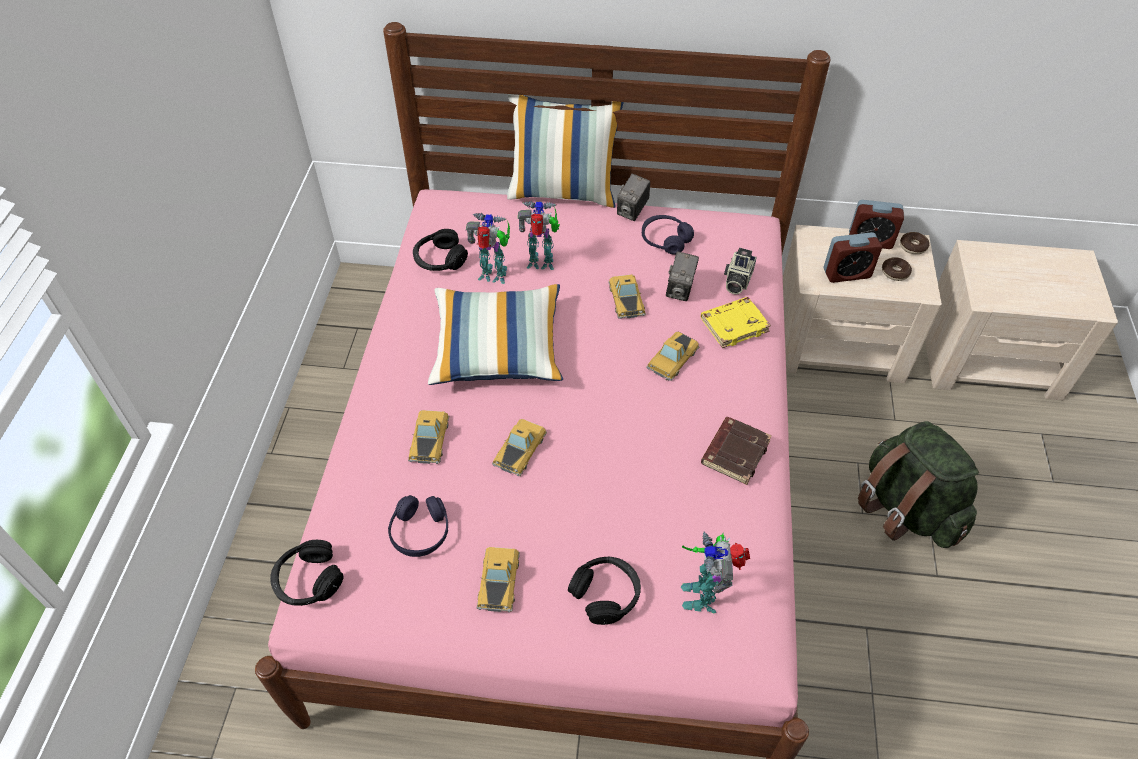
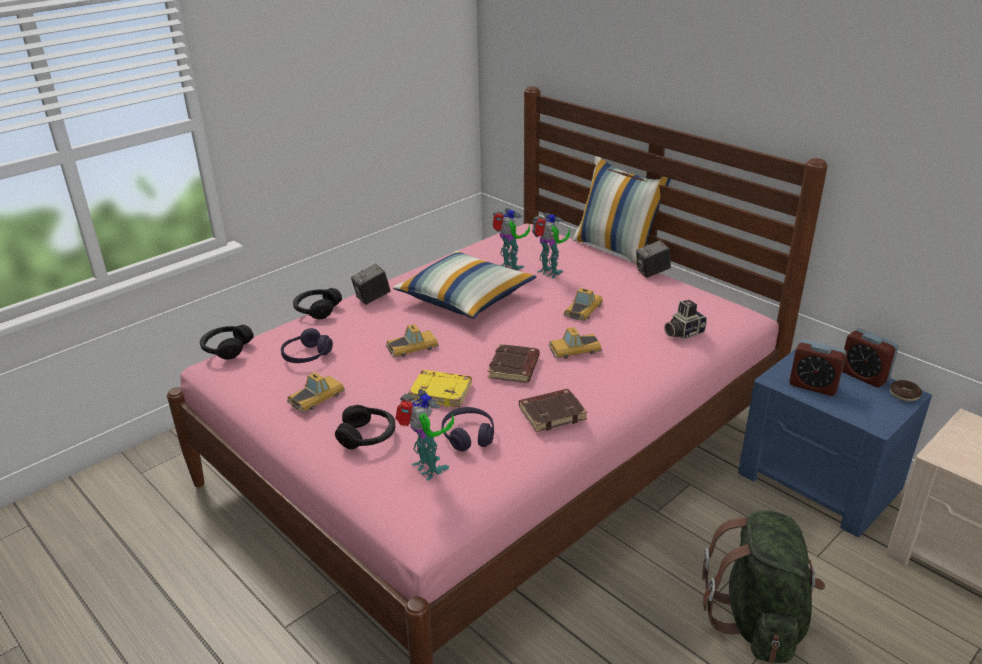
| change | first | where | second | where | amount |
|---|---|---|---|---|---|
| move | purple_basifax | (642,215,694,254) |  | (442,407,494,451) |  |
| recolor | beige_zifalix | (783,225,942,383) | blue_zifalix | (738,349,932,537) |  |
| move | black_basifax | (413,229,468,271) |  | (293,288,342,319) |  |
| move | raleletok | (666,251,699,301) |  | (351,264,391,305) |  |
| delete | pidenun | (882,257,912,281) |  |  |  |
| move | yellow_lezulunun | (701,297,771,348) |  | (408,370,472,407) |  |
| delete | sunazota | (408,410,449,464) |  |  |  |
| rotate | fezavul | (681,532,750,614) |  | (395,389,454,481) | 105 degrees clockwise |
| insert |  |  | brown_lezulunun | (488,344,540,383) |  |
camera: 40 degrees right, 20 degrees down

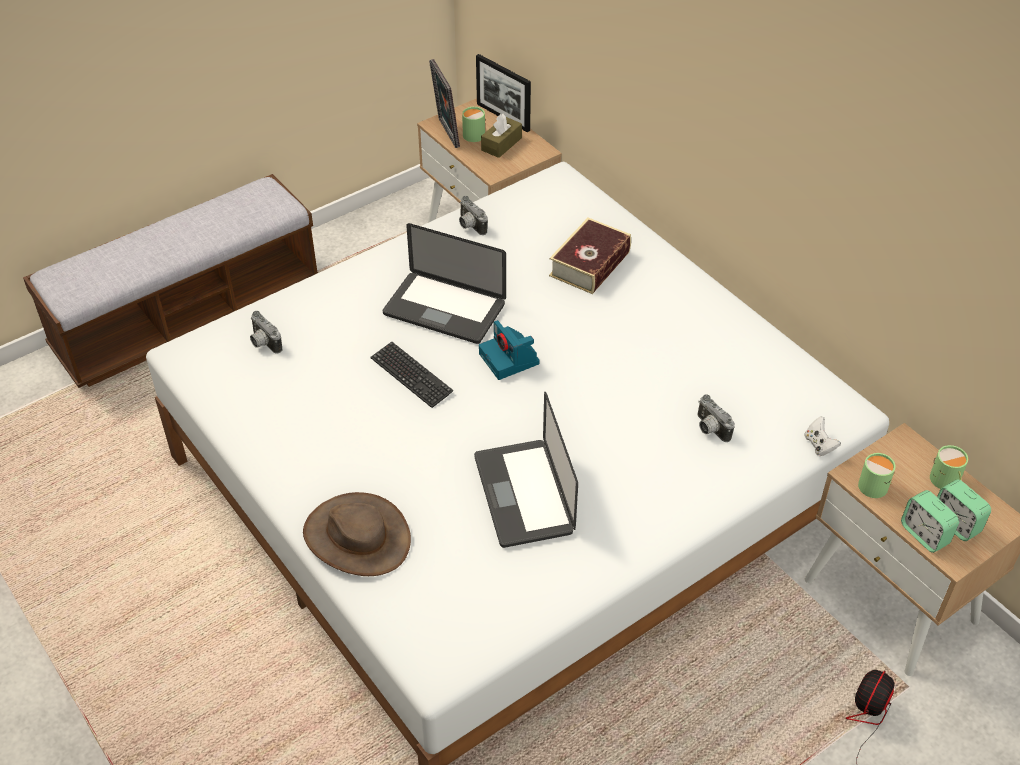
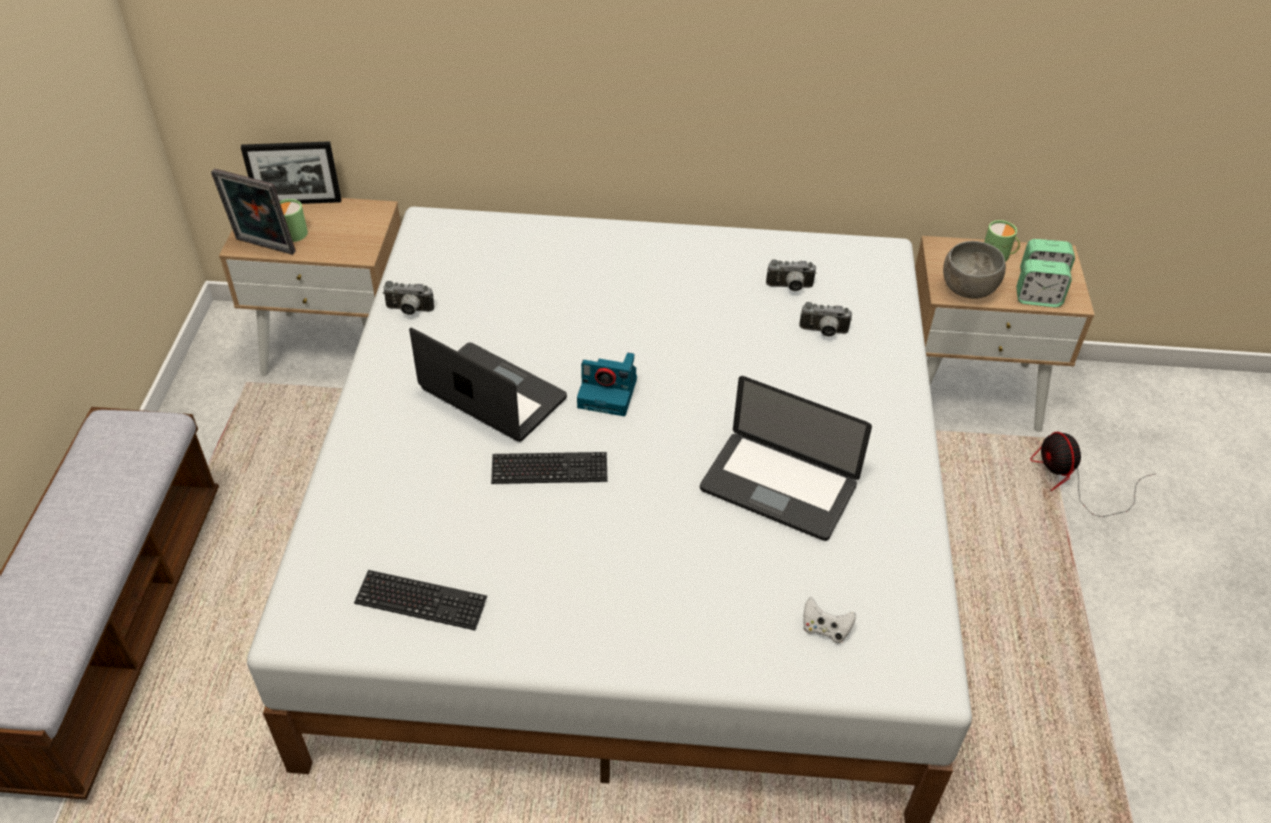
| change | first | where | second | where | amount |
|---|---|---|---|---|---|
| delete | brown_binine | (481,114,522,158) |  |  |  |
| delete | lezulunun | (549,218,631,294) |  |  |  |
| rotate | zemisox | (383,223,506,344) |  | (409,328,567,442) | 120 degrees counterclockwise |
| move | raleletok | (250,311,282,354) |  | (766,259,816,292) |  |
| move | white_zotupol | (805,416,841,456) |  | (803,597,856,643) |  |
| replace | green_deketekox | (858,453,895,498) | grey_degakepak | (943,241,1006,299) |  |
| delete | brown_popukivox | (303,492,411,576) |  |  |  |
| insert |  |  | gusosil | (354,570,487,630) |  |
camera: 50 degrees left, 0 degrees up

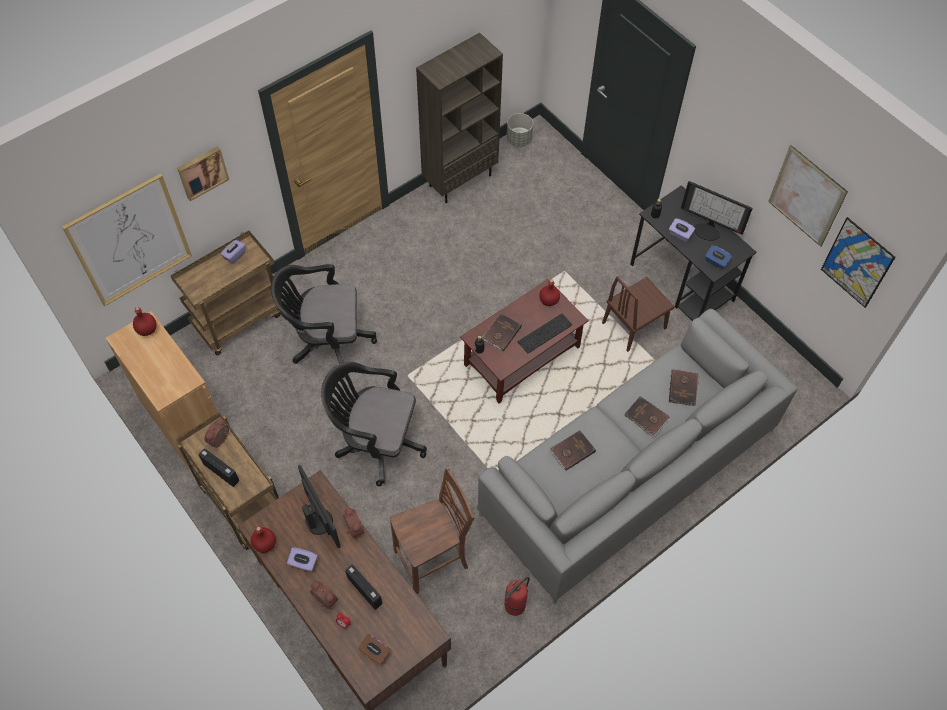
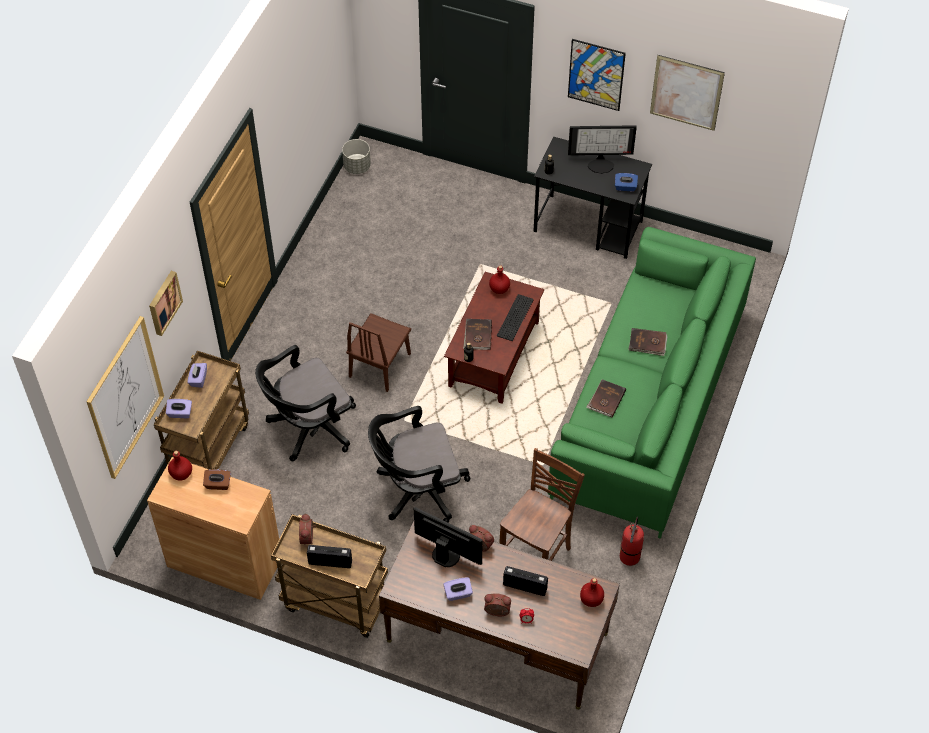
| change | first | where | second | where | amount |
|---|---|---|---|---|---|
| delete | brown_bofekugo | (416,33,503,203) |  |  |  |
| move | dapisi | (821,217,895,308) |  | (568,39,626,111) |  |
| move | purple_binine | (669,218,695,242) |  | (166,399,192,418) |  |
| move | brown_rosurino | (602,276,675,352) |  | (346,313,411,392) |  |
| recolor | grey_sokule | (477,309,798,604) | green_sokule | (547,227,756,539) |  |
| delete | brown_lezulunun | (669,369,700,406) |  |  |  |
| move | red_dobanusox | (251,527,276,553) |  | (580,578,604,607) |  |
| move | brown_binine | (359,634,391,665) |  | (203,469,231,490) |  |
camera: 30 degrees left, 5 degrees down

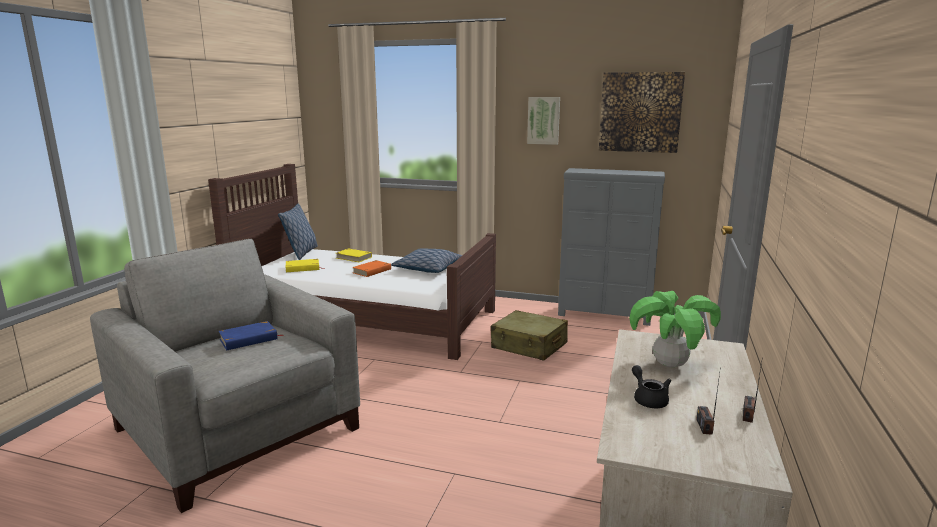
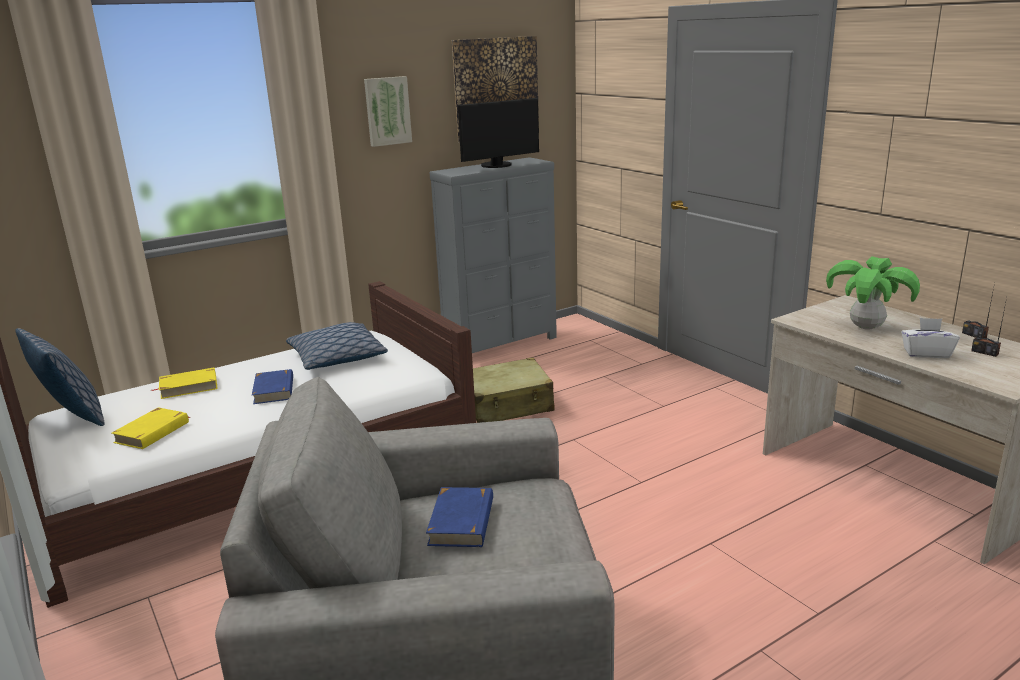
| change | first | where | second | where | amount |
|---|---|---|---|---|---|
| recolor | orange_lezulunun | (352,260,392,277) | blue_lezulunun | (252,369,293,404) |  |
| replace | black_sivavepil | (632,365,671,408) | white_binine | (901,318,960,358) |  |
| insert |  |  | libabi | (458,98,539,168) |  |
camera: 50 degrees left, 5 degrees up

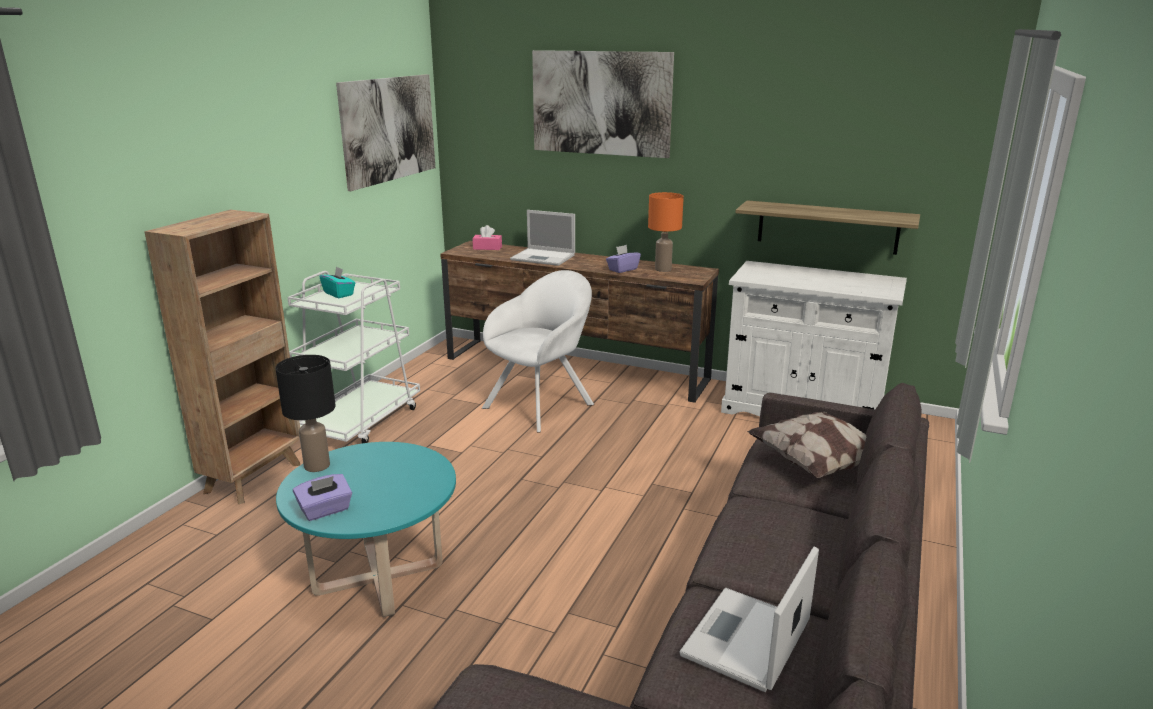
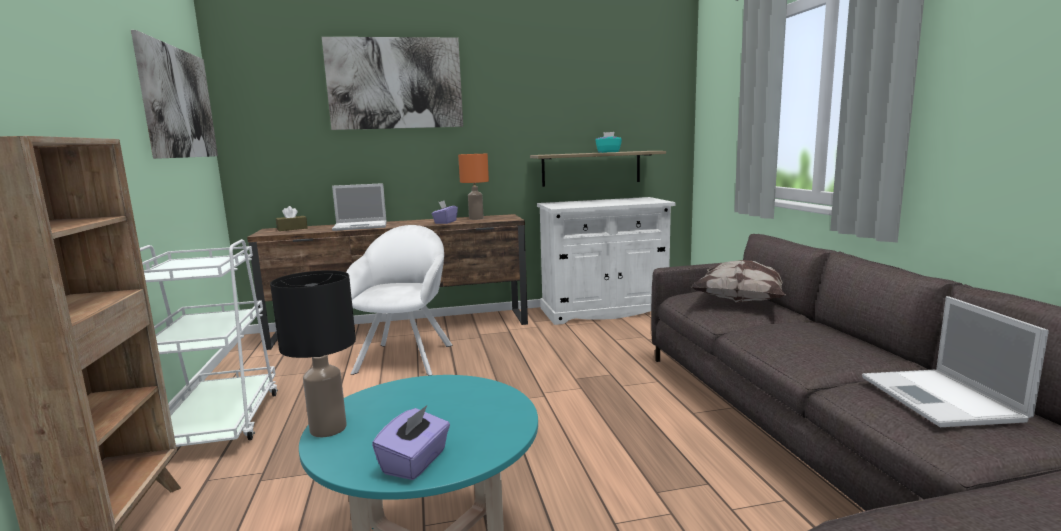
| change | first | where | second | where | amount |
|---|---|---|---|---|---|
| recolor | pink_binine | (472,225,502,250) | brown_binine | (276,206,307,231) |  |
| move | turquoise_binine | (320,266,355,298) |  | (595,132,622,153) |  |
camera: 35 degrees left, 10 degrees down

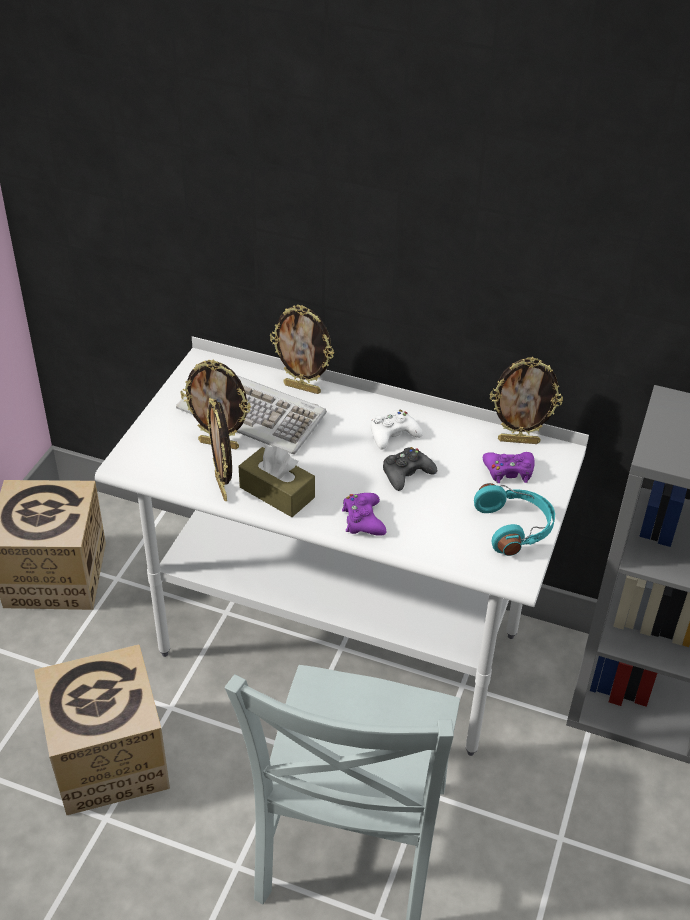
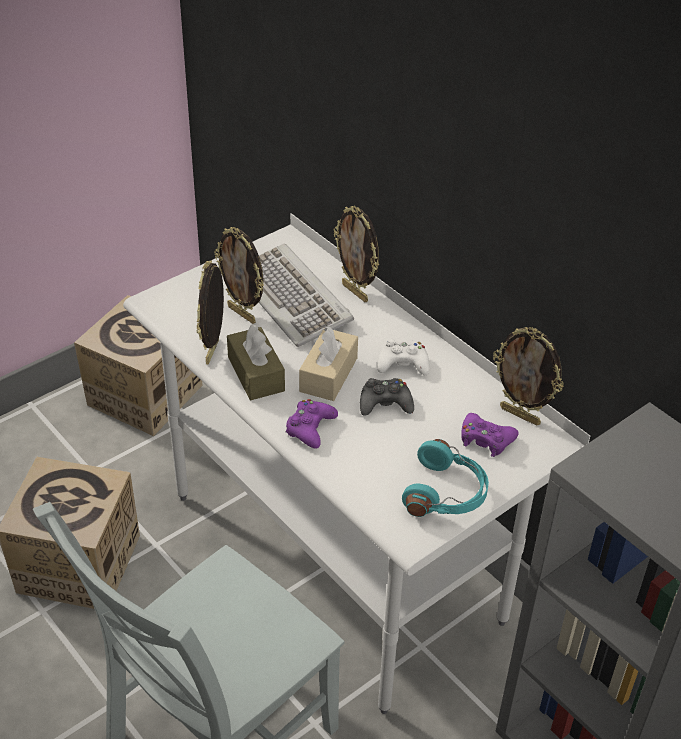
| change | first | where | second | where | amount |
|---|---|---|---|---|---|
| insert |  |  | beige_binine | (299,326,358,401) |  |
camera: 30 degrees right, 0 degrees up

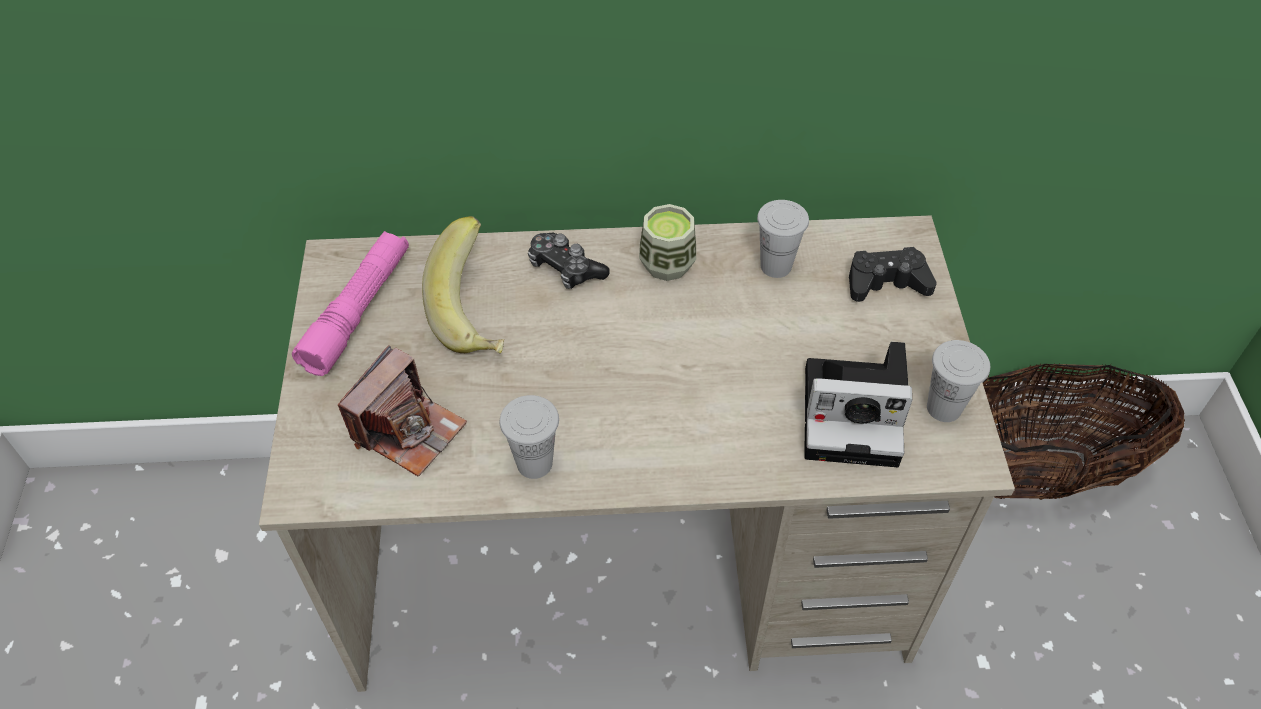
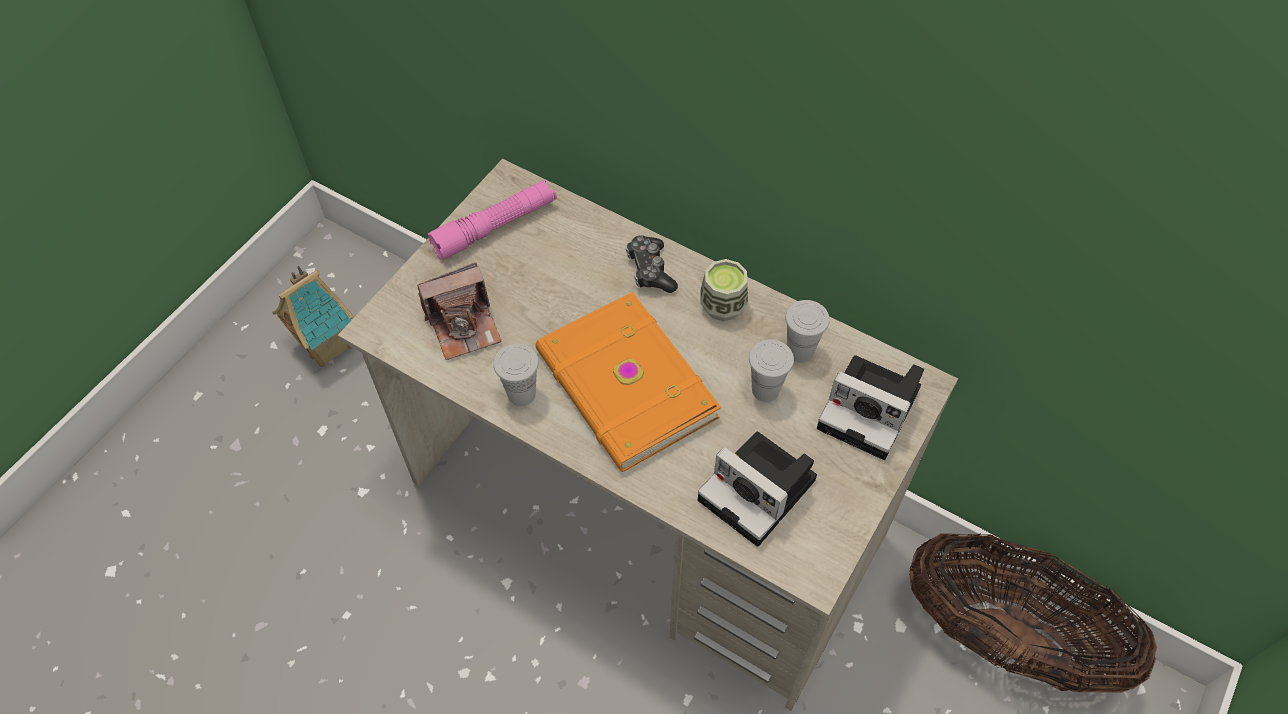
| change | first | where | second | where | amount |
|---|---|---|---|---|---|
| delete | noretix | (422,216,504,353) |  |  |  |
| replace | black_zotupol | (849,247,937,302) | raleletok | (817,355,924,460) |  |
| move | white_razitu | (927,340,990,422) |  | (749,339,794,402) |  |
| insert |  |  | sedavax | (272,266,354,367) |  |
| insert |  |  | orange_lezulunun | (536,292,721,472) |  |
camera: 35 degrees right, 5 degrees up

